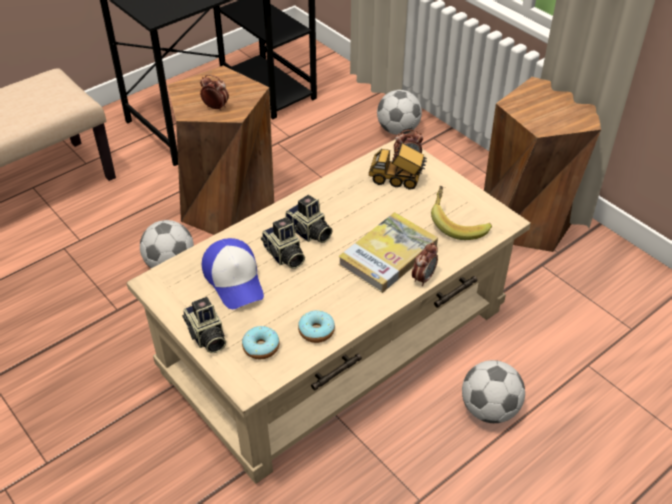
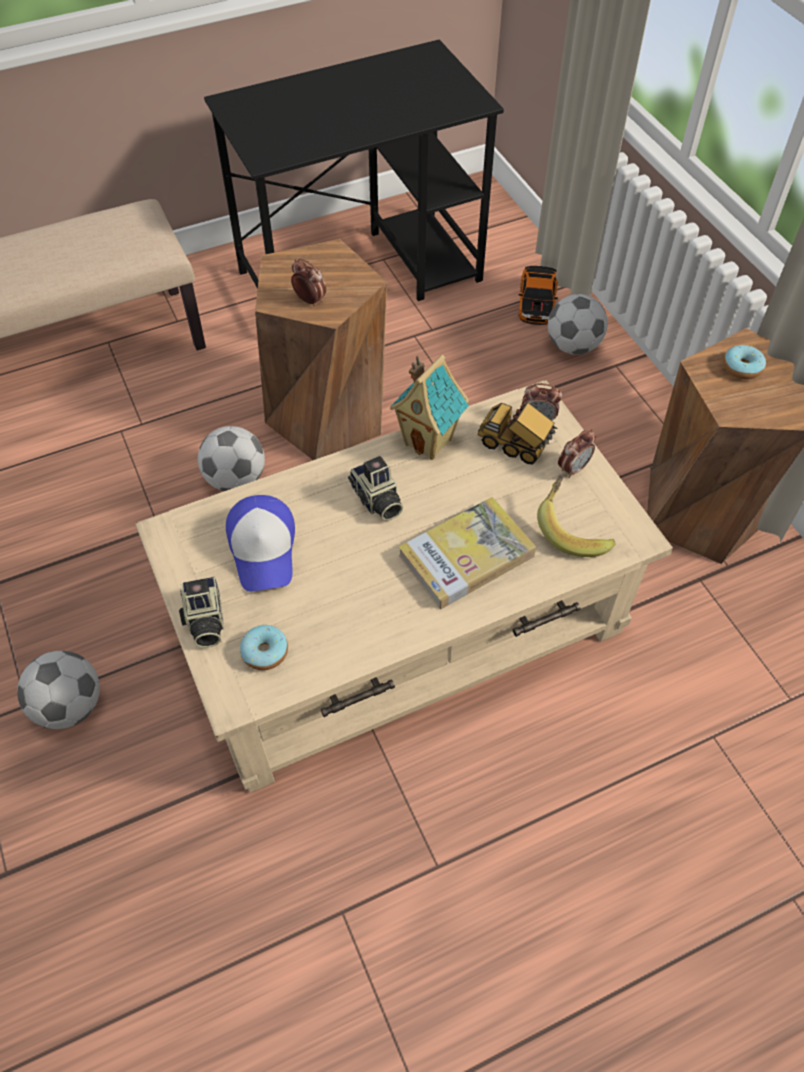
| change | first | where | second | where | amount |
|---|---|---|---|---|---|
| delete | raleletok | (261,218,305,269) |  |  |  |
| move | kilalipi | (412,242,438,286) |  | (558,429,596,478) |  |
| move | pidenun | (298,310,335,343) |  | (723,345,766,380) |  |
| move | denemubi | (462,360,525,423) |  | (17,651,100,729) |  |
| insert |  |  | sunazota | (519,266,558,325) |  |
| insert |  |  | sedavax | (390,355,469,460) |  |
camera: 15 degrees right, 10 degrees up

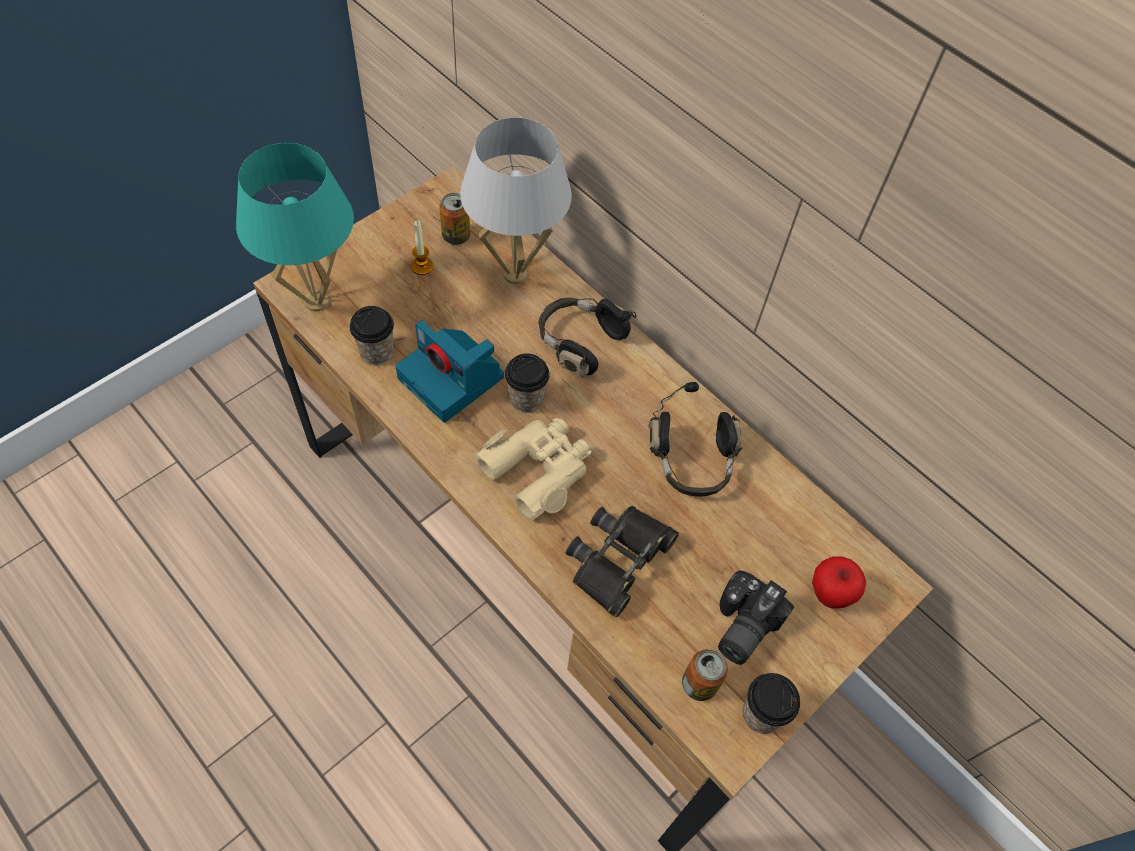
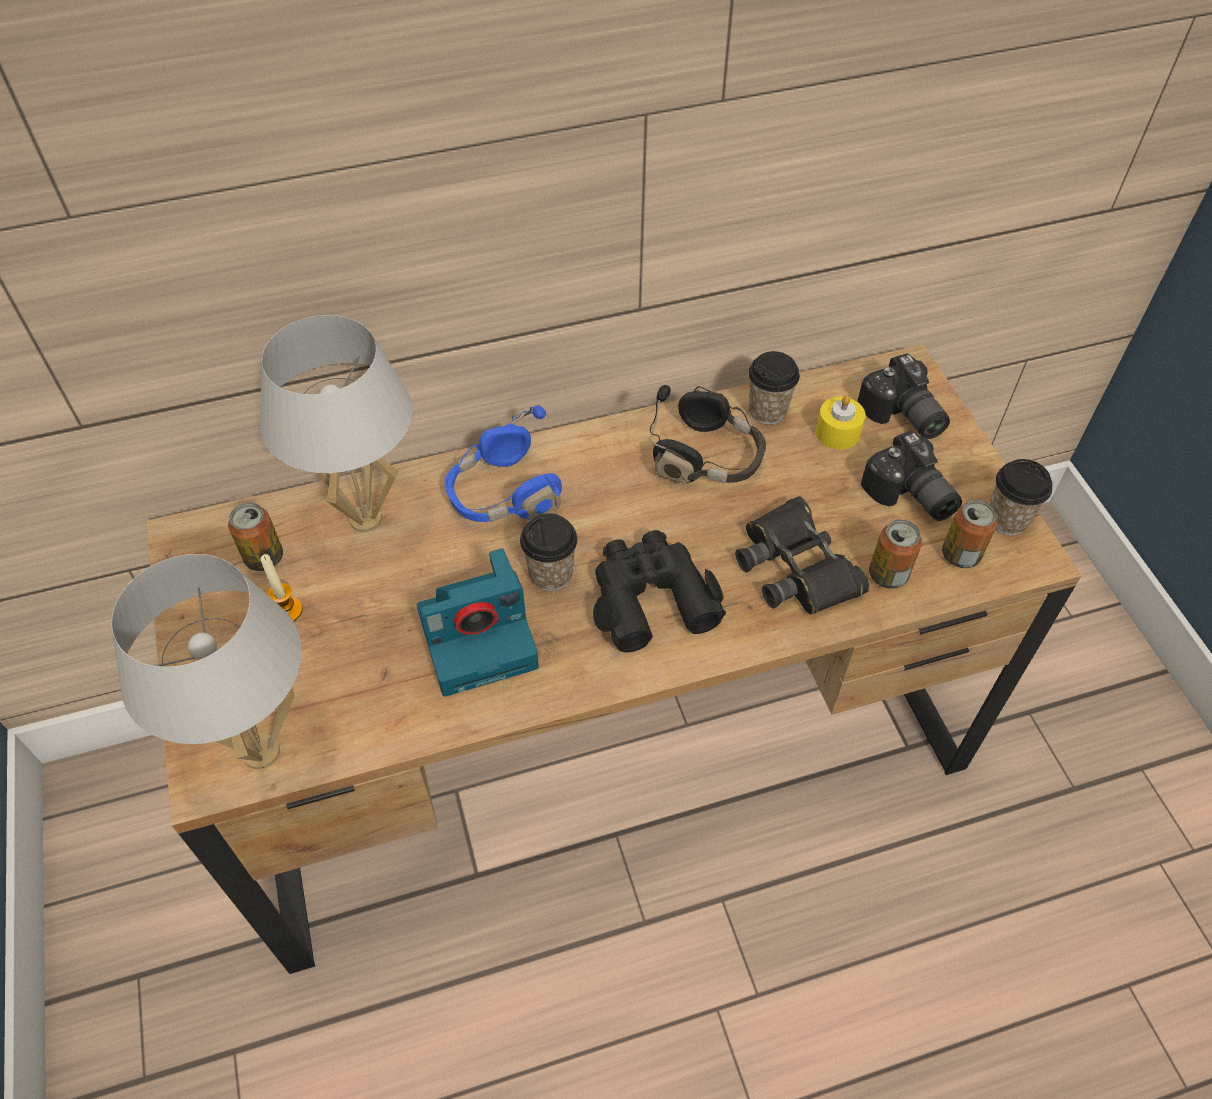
| change | first | where | second | where | amount |
|---|---|---|---|---|---|
| recolor | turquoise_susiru | (236,143,354,311) | white_susiru | (111,554,302,769) |  |
| recolor | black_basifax | (538,297,637,378) | blue_basifax | (445,405,562,522) |  |
| move | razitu | (350,306,394,365) |  | (748,351,800,425) |  |
| recolor | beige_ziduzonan | (475,418,592,521) | black_ziduzonan | (593,530,726,653) |  |
| replace | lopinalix | (812,556,866,608) | raleletok | (857,353,950,439) |  |
| insert |  |  | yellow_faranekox | (816,395,865,450) |  |
| insert |  |  | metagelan | (869,519,922,589) |  |
camera: 60 degrees left, 5 degrees down

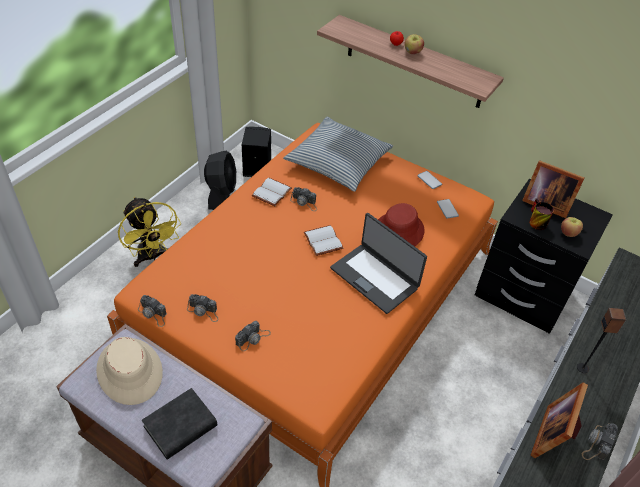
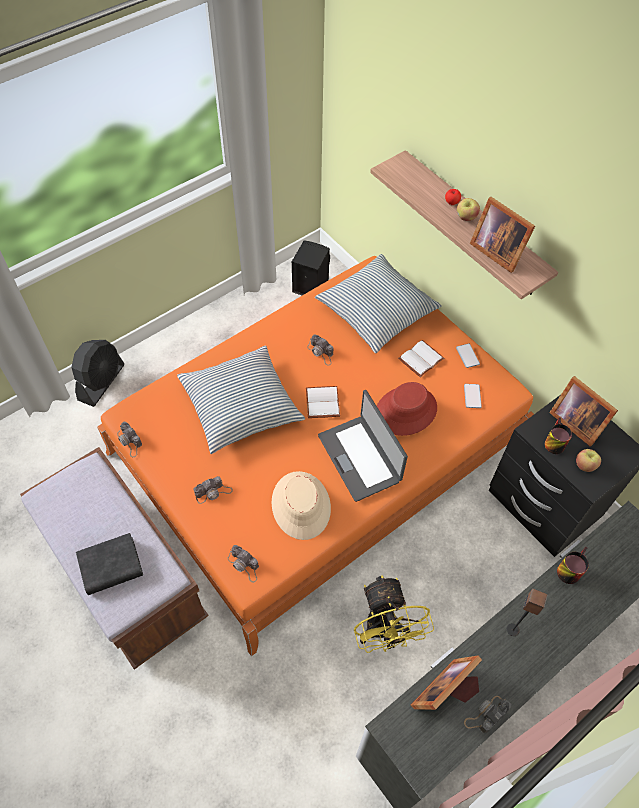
| change | first | where | second | where | amount |
|---|---|---|---|---|---|
| move | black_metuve | (204,151,236,210) |  | (71,340,124,407) |  |
| move | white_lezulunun | (252,178,292,206) |  | (398,340,444,377) |  |
| move | yellow_metuve | (118,197,181,267) |  | (354,575,434,653) |  |
| move | raleletok | (187,294,219,322) |  | (227,545,259,583) |  |
| move | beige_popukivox | (96,337,163,405) |  | (272,471,331,540) |  |
| insert |  |  | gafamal | (470,197,535,273) |  |
| insert |  |  | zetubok | (177,346,305,454) |  |
| insert |  |  | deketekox | (557,547,589,584) |  |
camera: 20 degrees right, 10 degrees up

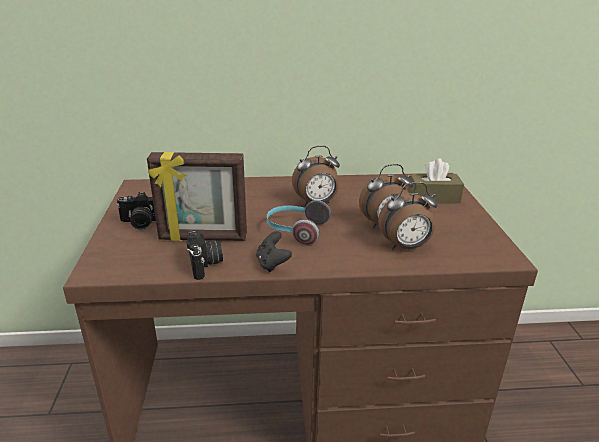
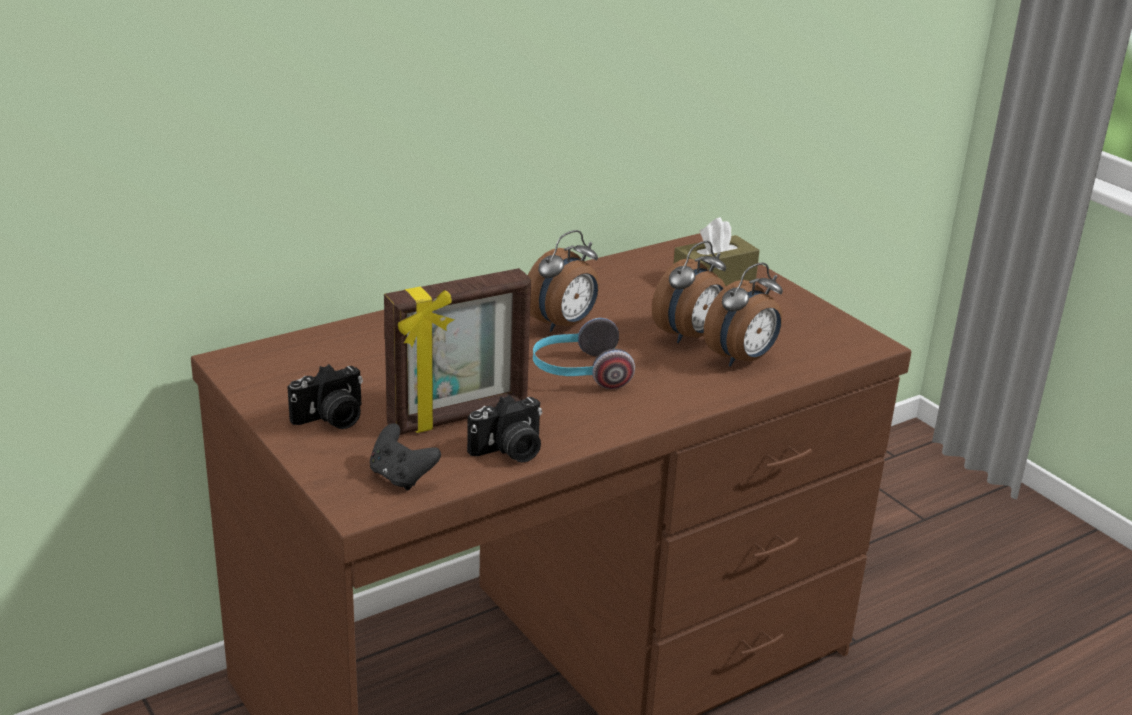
| change | first | where | second | where | amount |
|---|---|---|---|---|---|
| rotate | raleletok | (186,230,223,280) |  | (467,395,542,463) | 105 degrees clockwise |
| move | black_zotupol | (256,231,292,272) |  | (370,423,441,491) |  |
camera: 30 degrees left, 0 degrees up

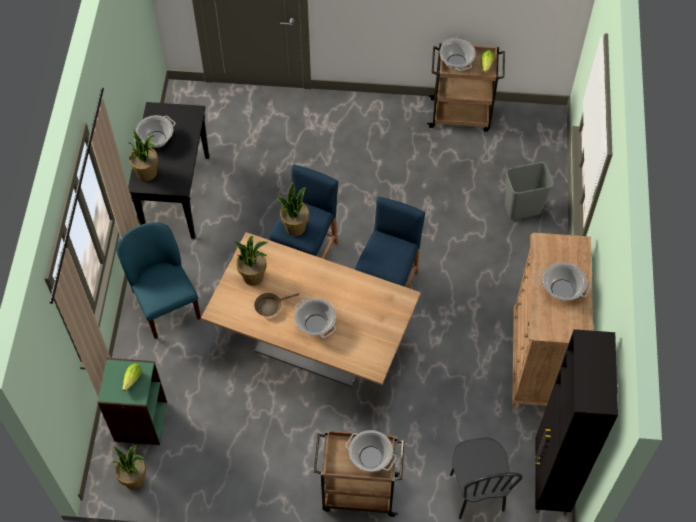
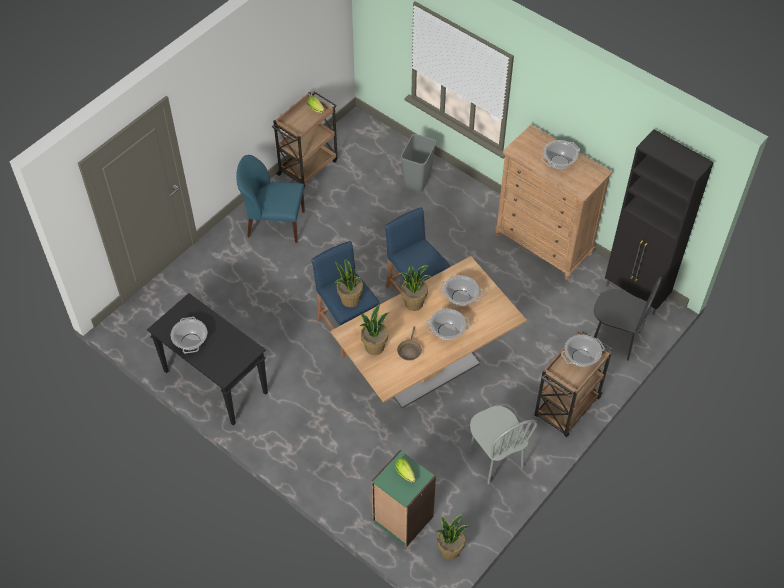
| change | first | where | second | where | amount |
|---|---|---|---|---|---|
| move | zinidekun | (440,38,476,71) |  | (440,275,483,306) |  |
| move | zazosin | (127,130,158,181) |  | (398,265,431,311) |  |
| move | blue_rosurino | (116,222,201,339) |  | (237,155,305,243) |  |
| insert |  |  | grey_rosurino | (469,406,538,485) |  |
camera: 55 degrees left, 5 degrees down

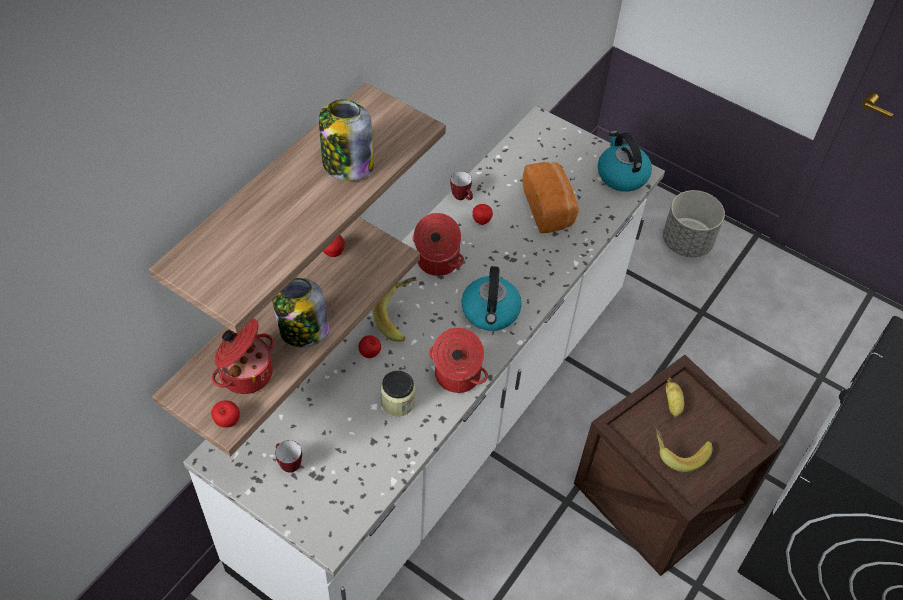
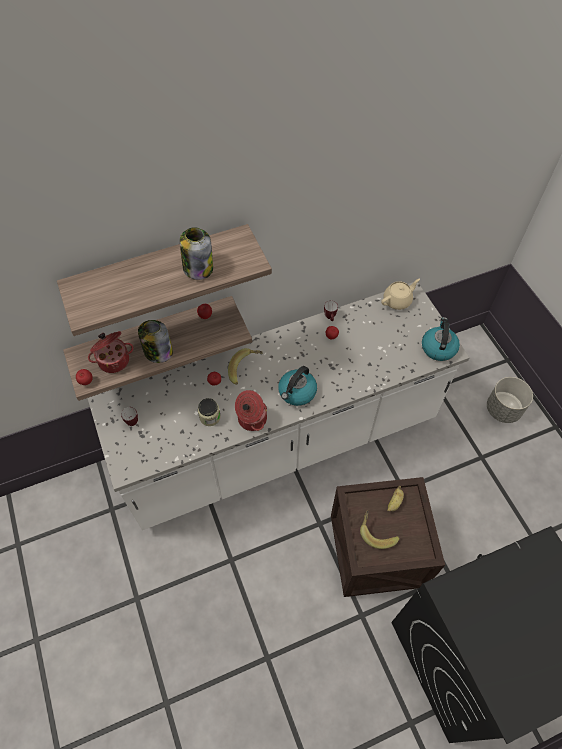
| change | first | where | second | where | amount |
|---|---|---|---|---|---|
| delete | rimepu | (522,162,579,233) |  |  |  |
| delete | zinidekun | (412,213,464,276) |  |  |  |
| insert |  |  | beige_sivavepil | (381,279,420,310) |  |
camera: 35 degrees right, 5 degrees up

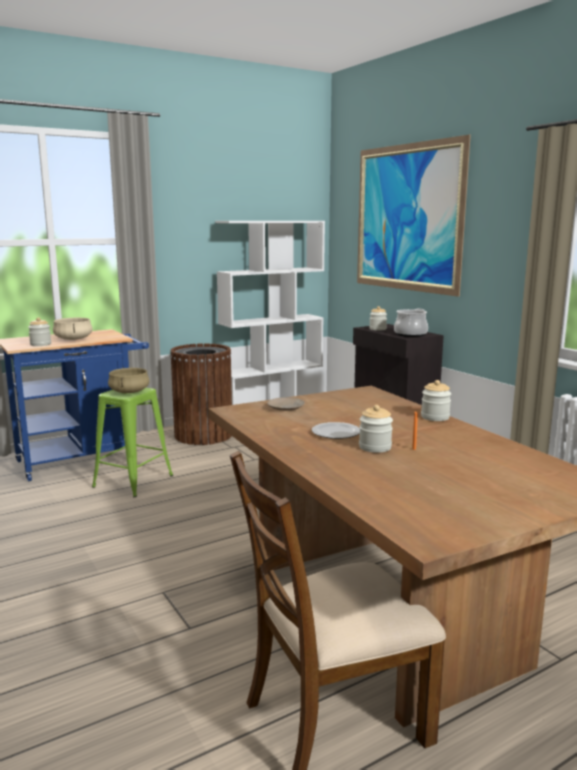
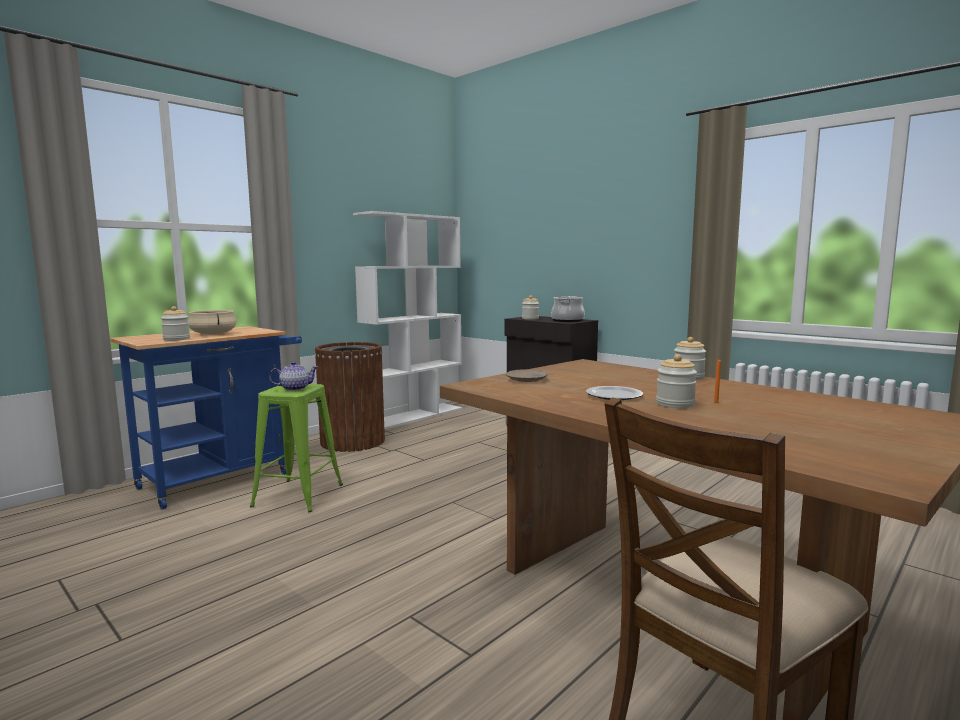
| change | first | where | second | where | amount |
|---|---|---|---|---|---|
| delete | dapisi | (357,135,471,297) |  |  |  |
| replace | beige_zinidekun | (108,368,150,393) | sivavepil | (269,361,318,391) |  |
camera: 15 degrees left, 5 degrees down

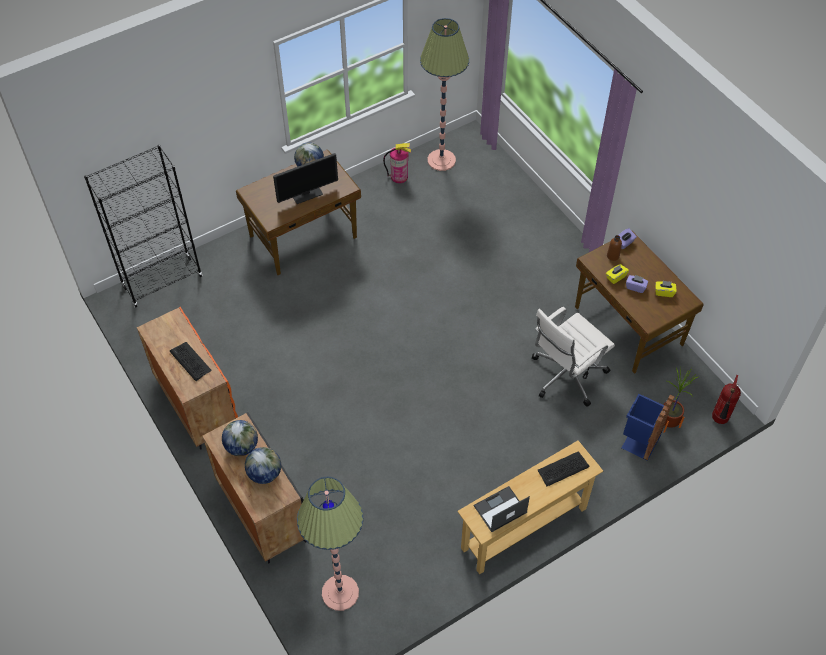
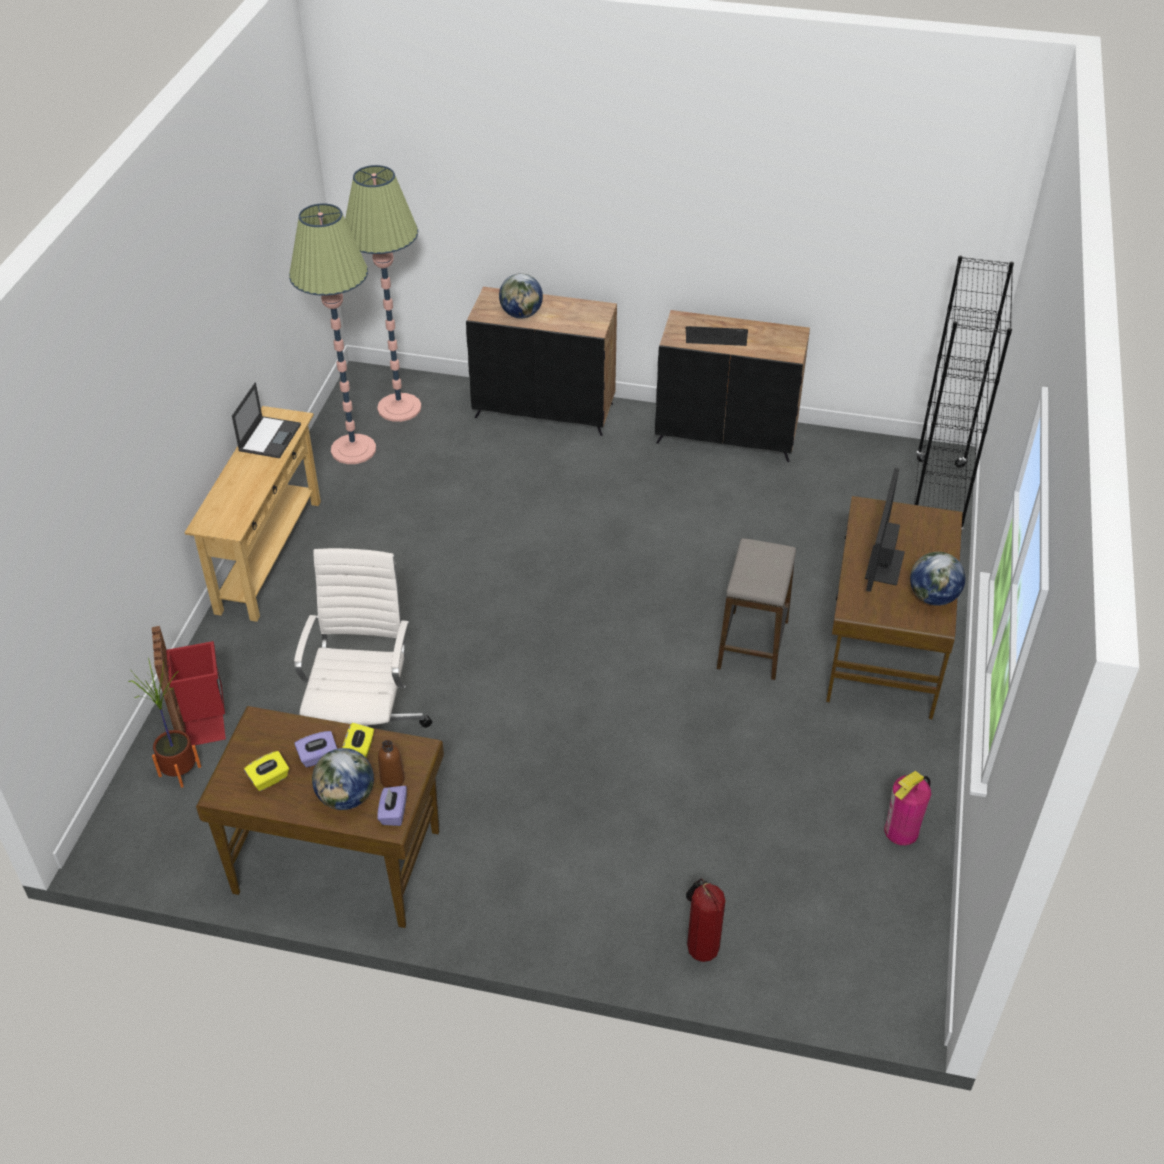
| change | first | where | second | where | amount |
|---|---|---|---|---|---|
| move | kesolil | (420,18,469,171) |  | (289,203,376,464) |  |
| recolor | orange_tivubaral | (137,307,238,450) | black_tivubaral | (655,310,810,462) |  |
| move | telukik | (712,375,741,424) |  | (686,879,725,962) |  |
| recolor | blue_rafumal | (622,394,675,461) | red_rafumal | (152,626,226,745) |  |
| move | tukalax | (222,420,258,456) |  | (312,748,374,810) |  |
| delete | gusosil | (537,451,590,486) |  |  |  |
| insert |  |  | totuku | (717,538,796,680) |  |
camera: 135 degrees right, 10 degrees down

